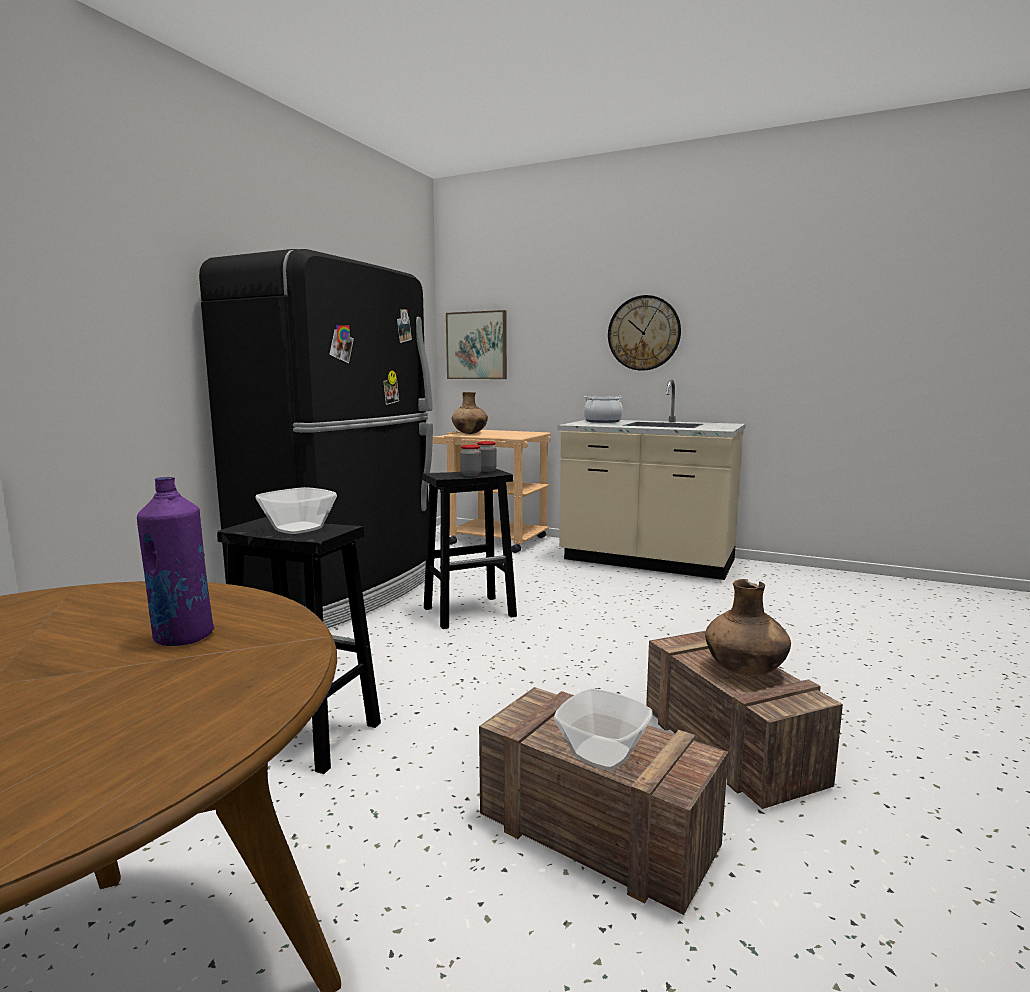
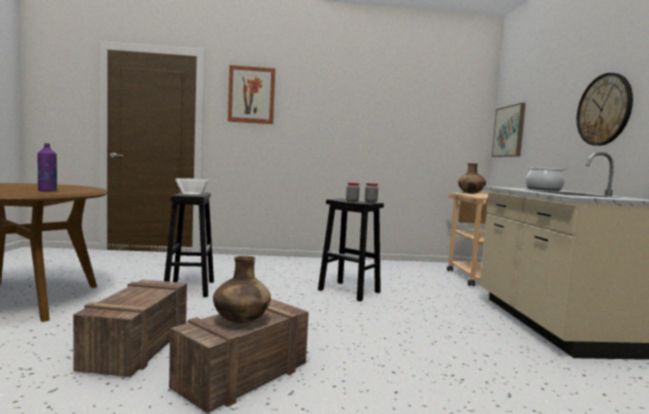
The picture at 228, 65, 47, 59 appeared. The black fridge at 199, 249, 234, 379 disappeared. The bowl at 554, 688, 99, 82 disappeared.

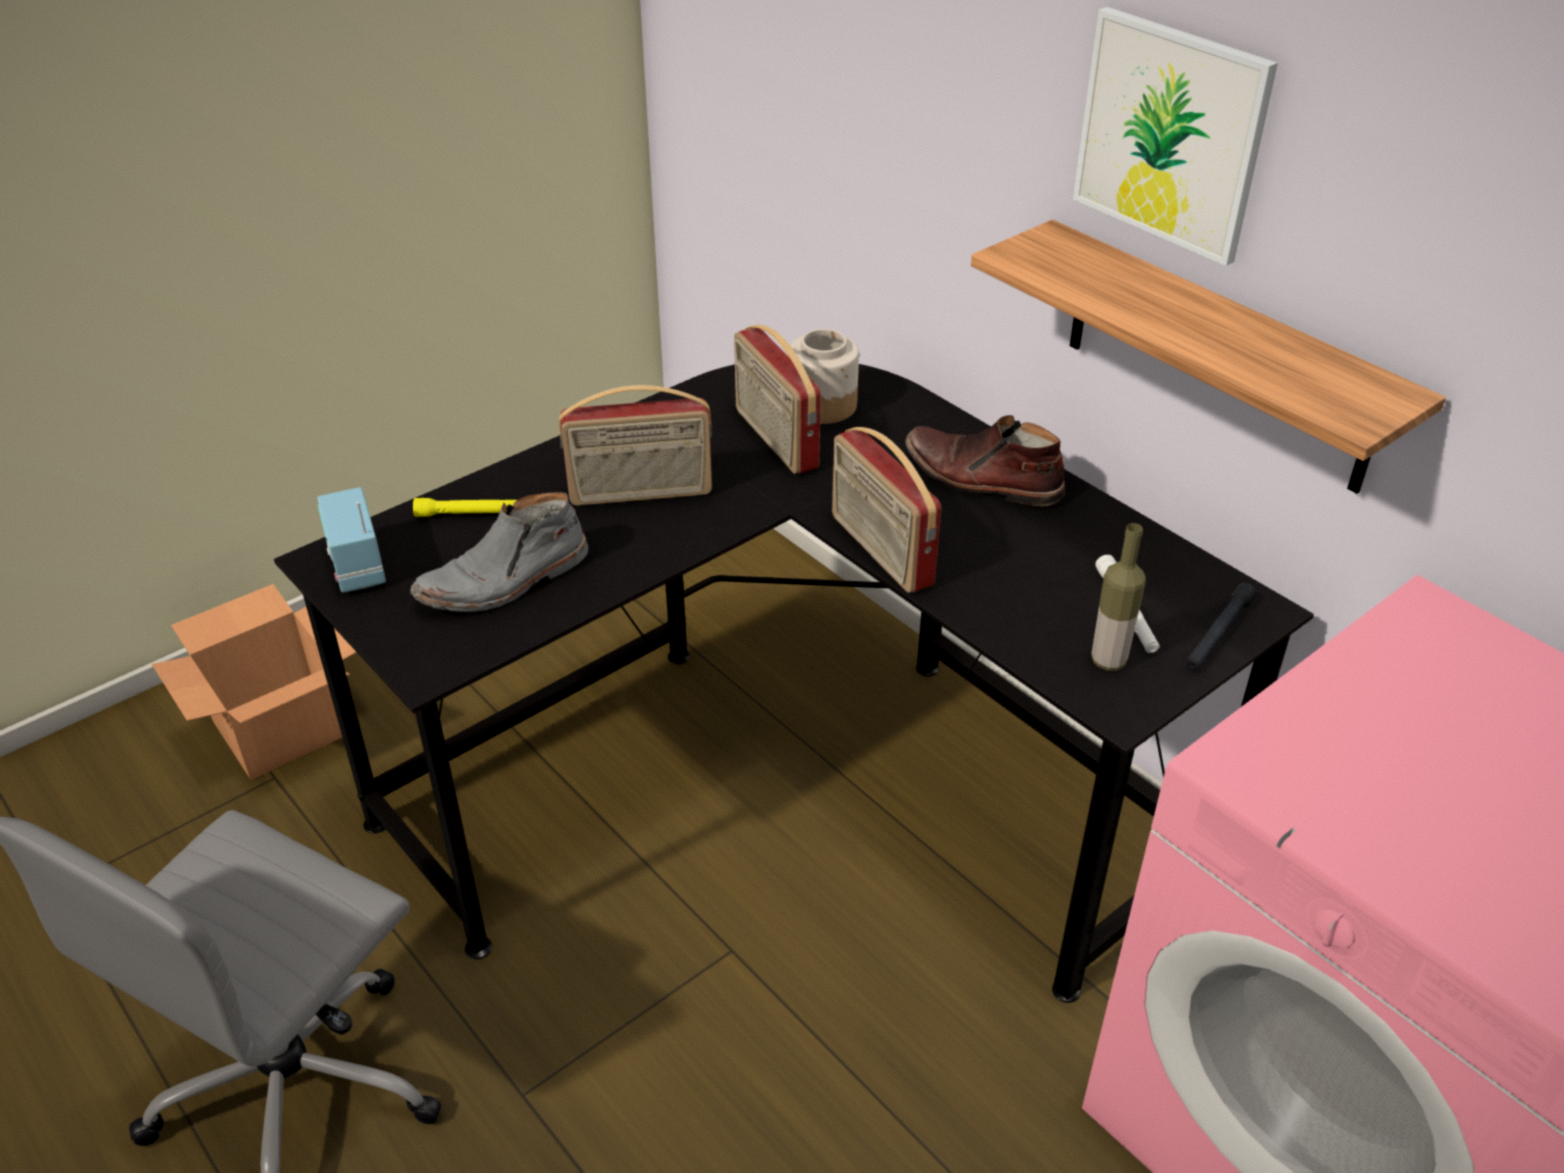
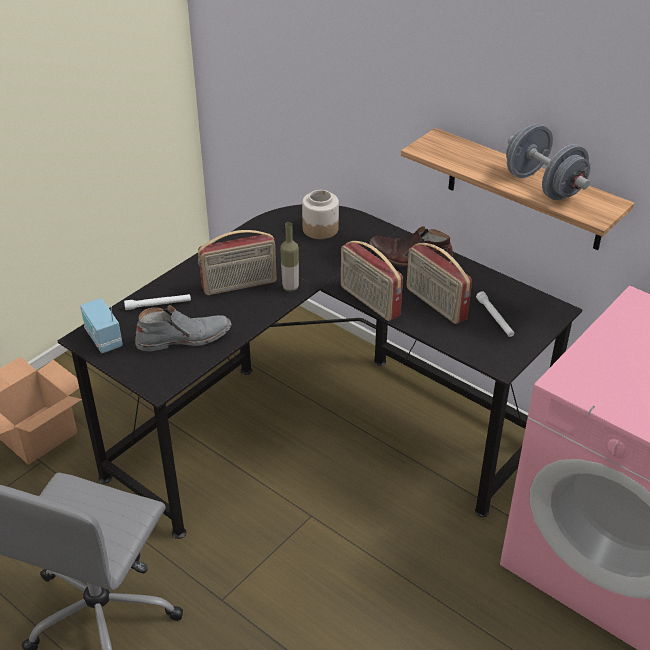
The yellow flashlight at 413, 498, 103, 19 became the white flashlight at 124, 294, 67, 16. The grey boot at 411, 492, 177, 120 turned 150 degrees counterclockwise. The bottle moved from 1091, 523, 55, 148 to 280, 222, 19, 70. The radio moved from 734, 325, 87, 149 to 407, 243, 65, 81. The grey dumbbell at 506, 124, 85, 76 appeared. The picture at 1073, 7, 205, 259 disappeared. The black flashlight at 1186, 583, 70, 88 disappeared.

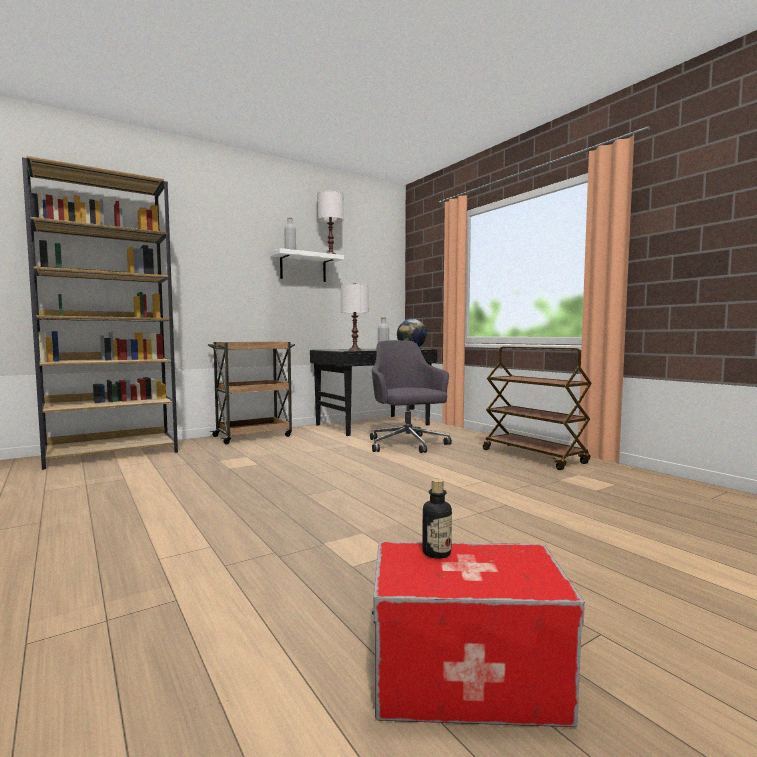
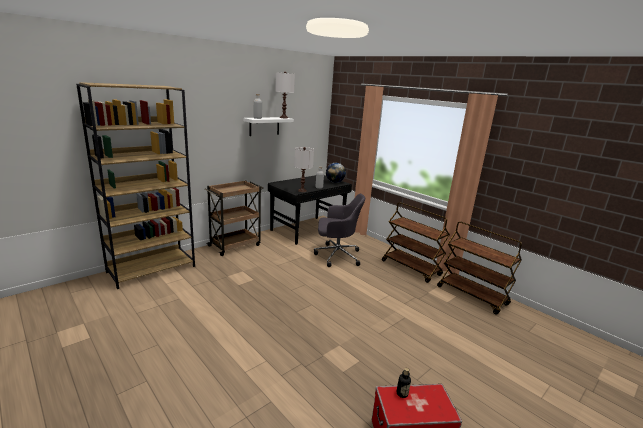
The grey office chair at 370, 340, 82, 113 turned 120 degrees clockwise. The brown cart at 437, 221, 85, 94 appeared.

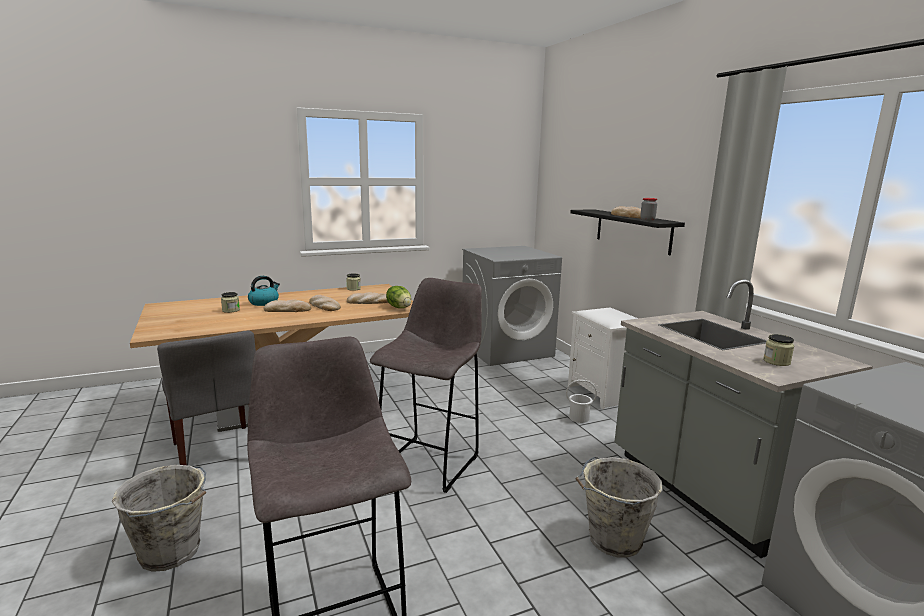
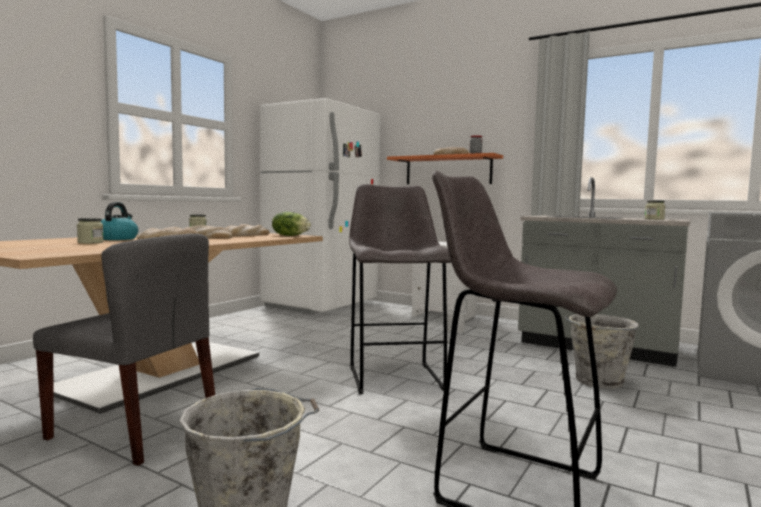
The grey washing machine at 462, 246, 100, 120 was replaced by the white fridge at 260, 98, 120, 216. The black shelf at 570, 209, 115, 46 became the orange shelf at 387, 153, 116, 31.

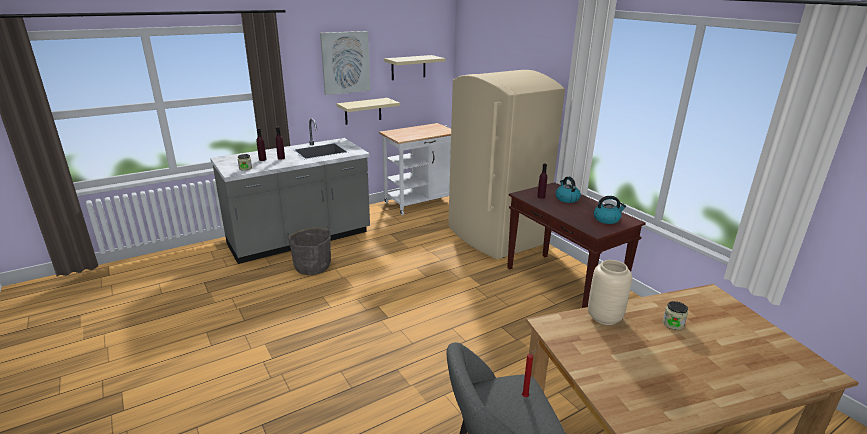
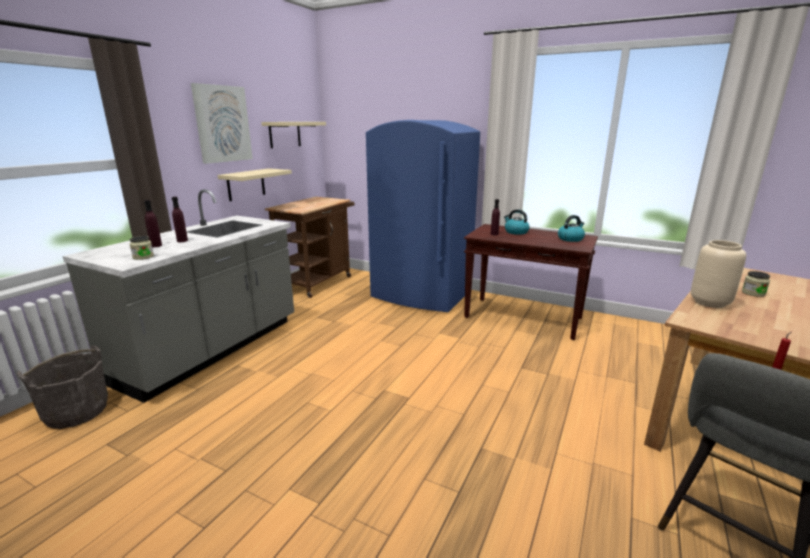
The grey bucket moved from 287, 226, 44, 49 to 17, 346, 91, 83. The white cart at 379, 123, 72, 92 became the brown cart at 265, 197, 90, 101. The beige fridge at 448, 70, 117, 189 became the blue fridge at 366, 120, 114, 192.

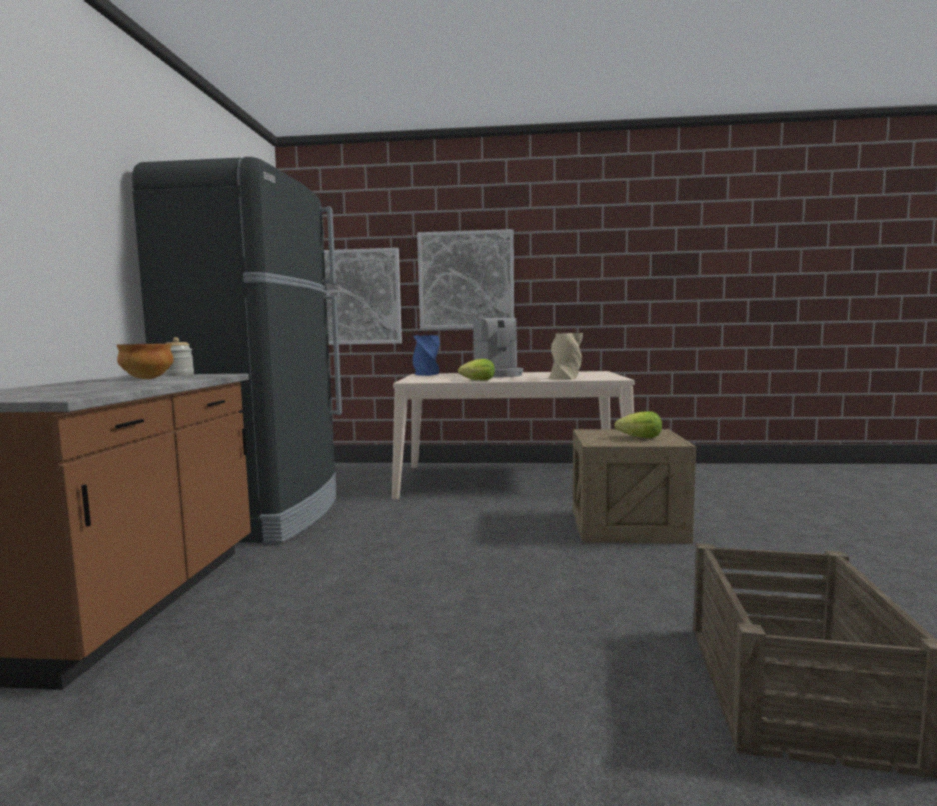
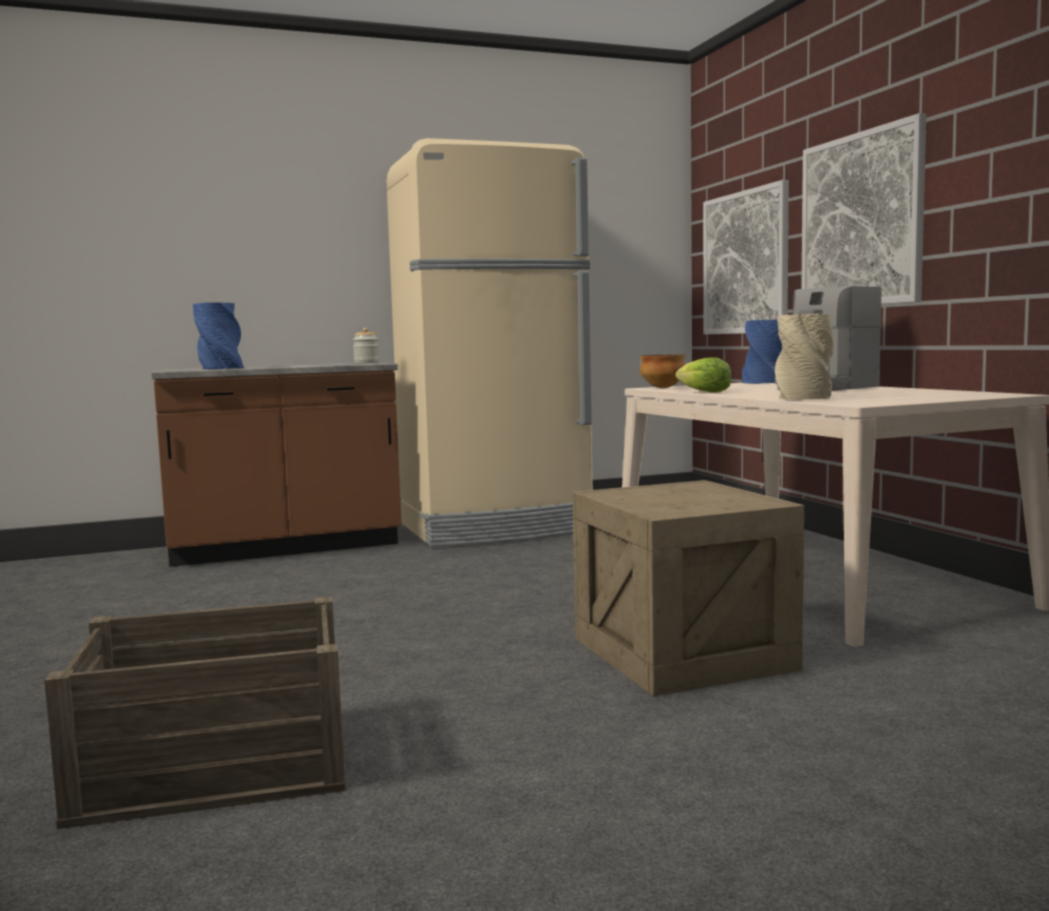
The blue vase at 193, 302, 51, 67 appeared. The black fridge at 132, 157, 210, 386 became the beige fridge at 387, 138, 206, 409. The bowl moved from 116, 343, 58, 36 to 640, 354, 46, 34. The lettuce at 615, 411, 47, 27 disappeared.

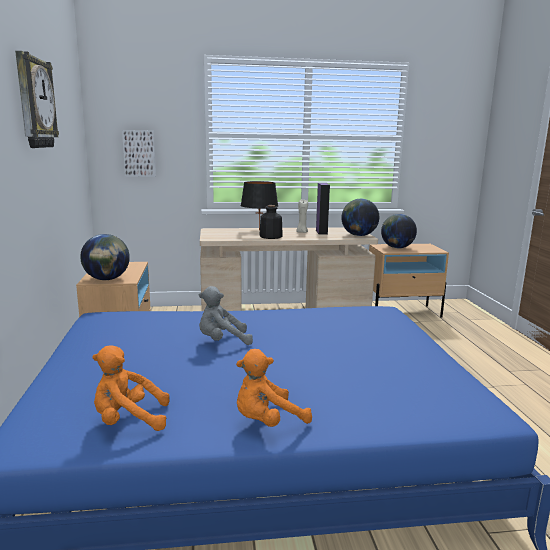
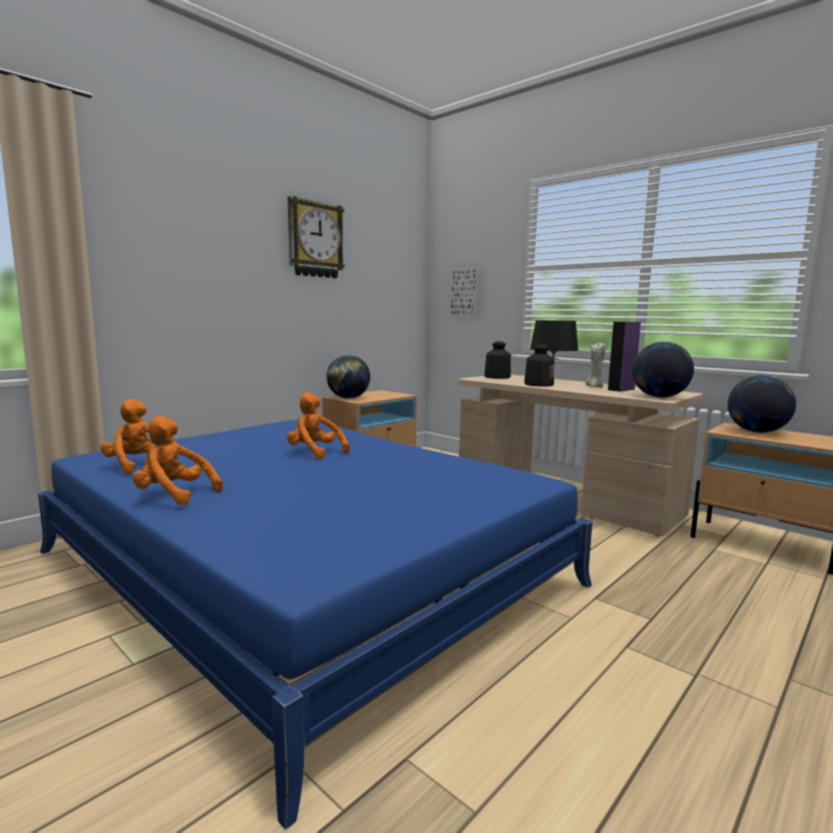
The grey plush toy at 199, 286, 54, 59 became the orange plush toy at 287, 392, 63, 67. The bottle at 484, 341, 27, 38 appeared.

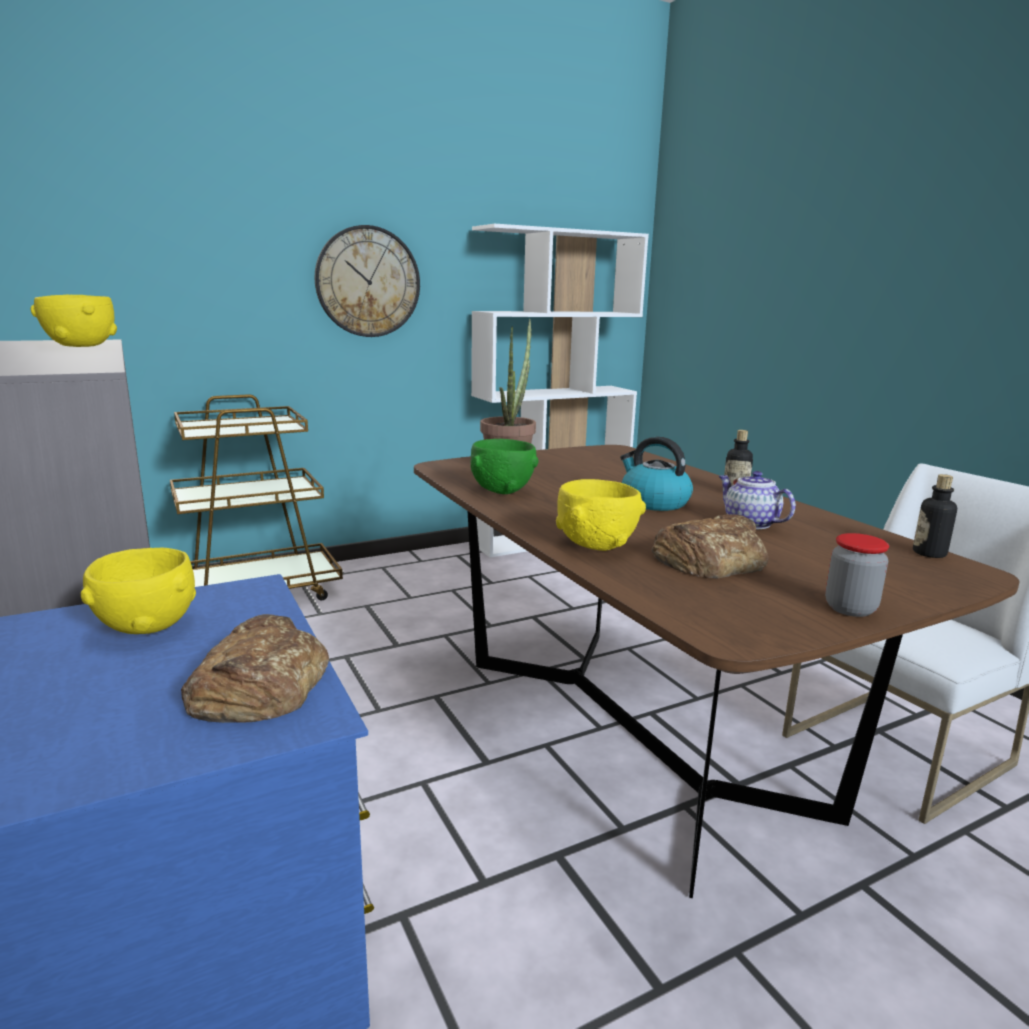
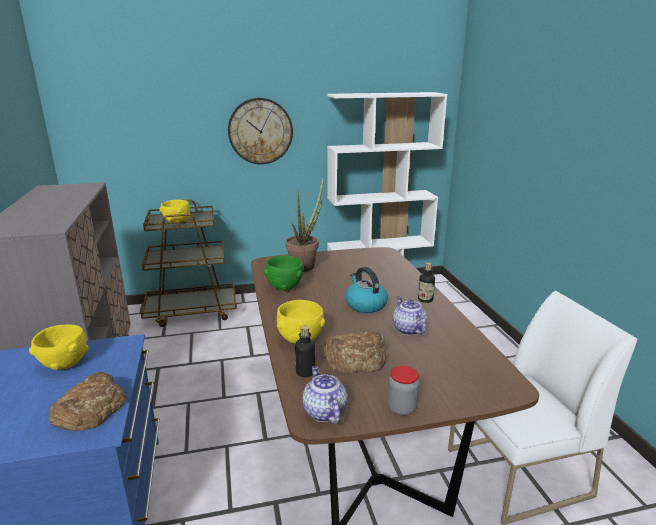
The yellow bowl moved from 31, 295, 86, 52 to 160, 200, 30, 22. The bottle moved from 913, 474, 44, 84 to 295, 326, 20, 51. The teapot at 302, 366, 45, 58 appeared.

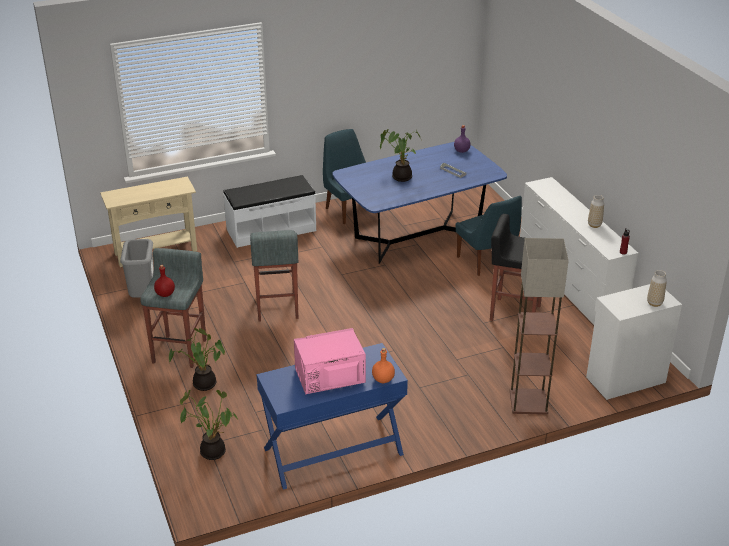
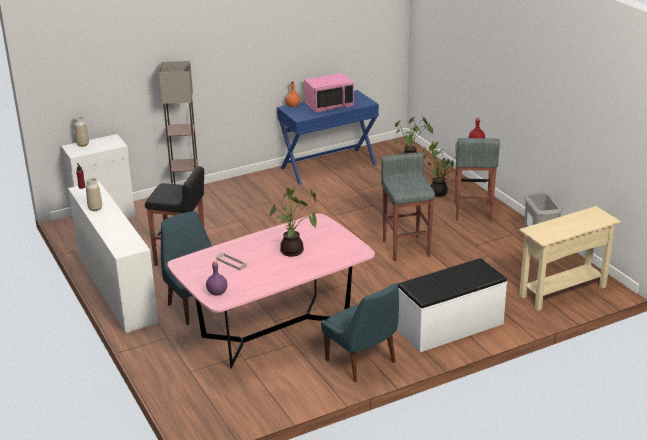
The blue dining table at 333, 142, 174, 122 became the pink dining table at 168, 214, 207, 155.

